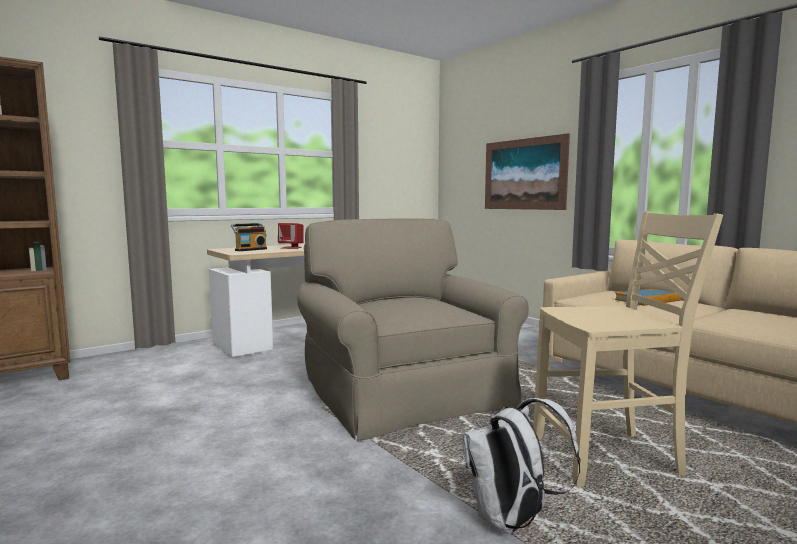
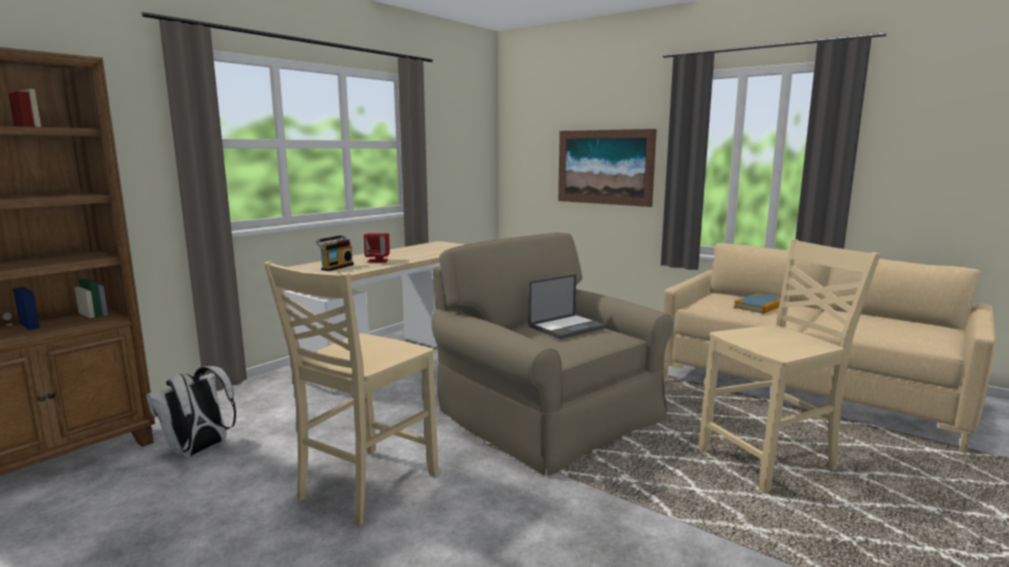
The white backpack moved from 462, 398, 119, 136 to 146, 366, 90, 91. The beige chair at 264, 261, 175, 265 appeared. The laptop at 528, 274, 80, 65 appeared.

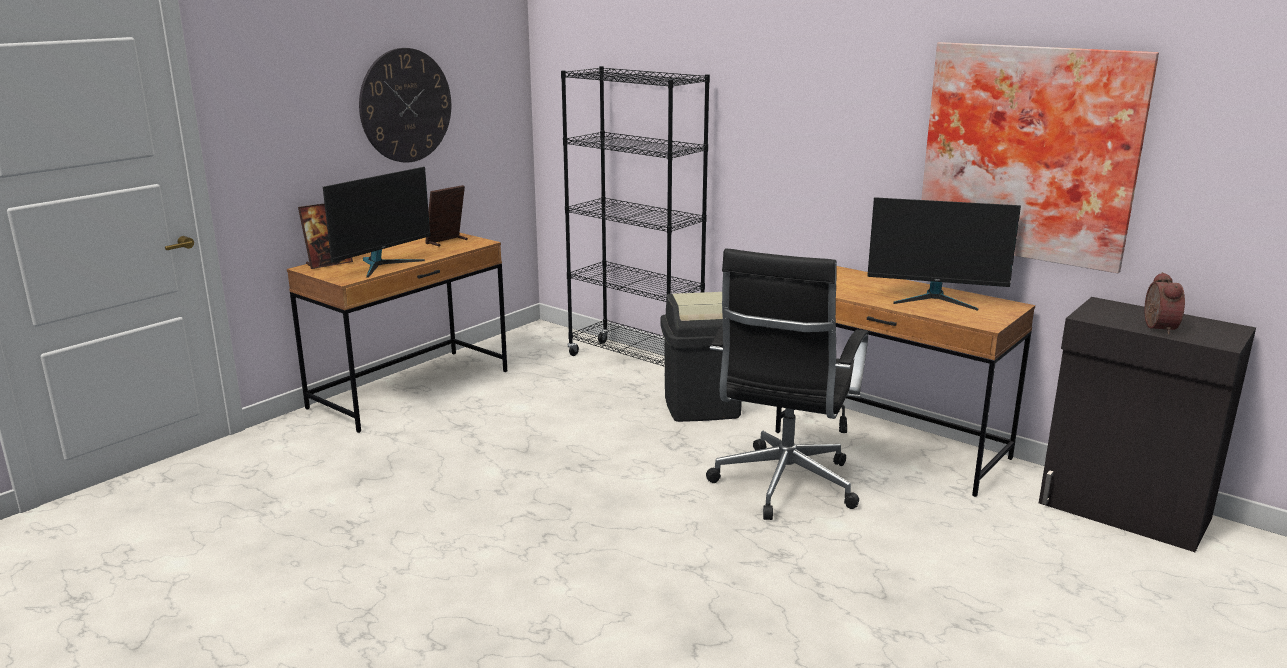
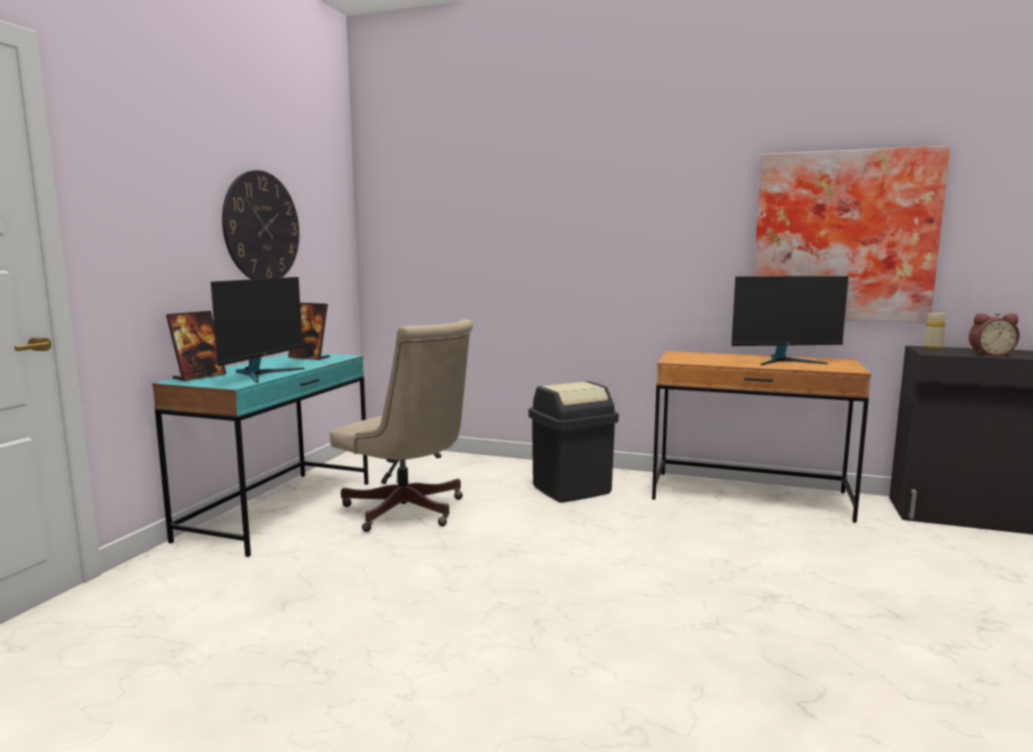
The brown desk at 287, 233, 220, 200 became the turquoise desk at 152, 353, 216, 204. The picture frame at 425, 185, 43, 62 turned 90 degrees counterclockwise. The beige office chair at 330, 319, 143, 213 appeared. The beige bottle at 924, 313, 21, 37 appeared. The alarm clock at 1144, 272, 41, 62 turned 105 degrees clockwise. The black bookcase at 561, 66, 149, 308 disappeared. The black office chair at 706, 248, 163, 272 disappeared.

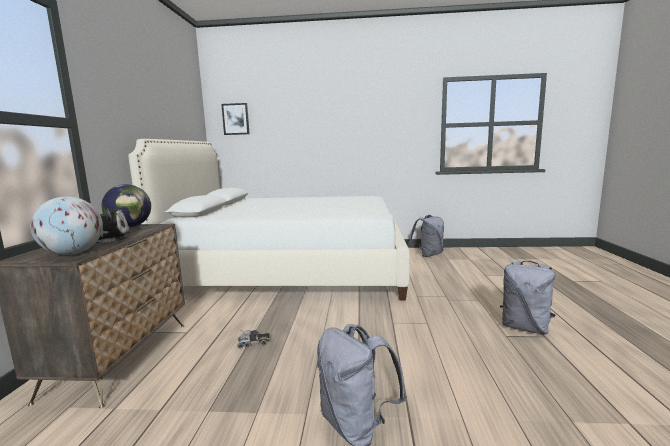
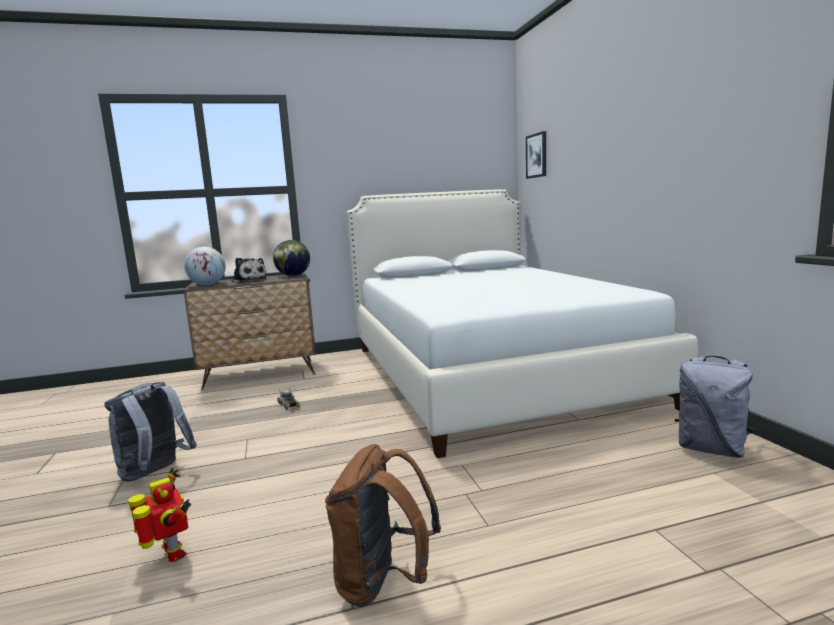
The toy robot at 128, 468, 64, 94 appeared. The grey backpack at 500, 261, 56, 74 became the brown backpack at 325, 444, 116, 163.

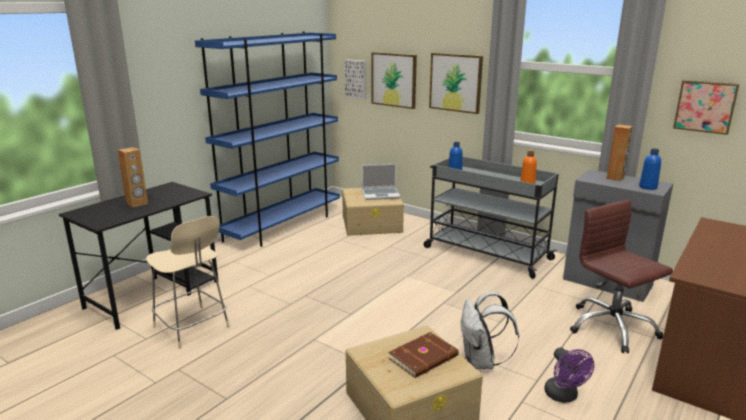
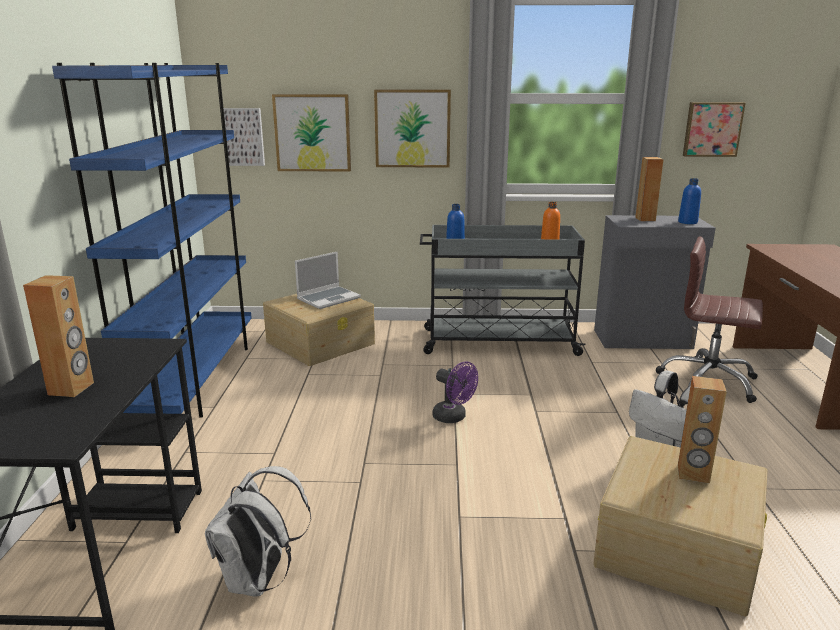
The beige chair at 146, 216, 83, 133 was replaced by the white backpack at 205, 466, 106, 131. The purple fan moved from 544, 347, 50, 56 to 432, 362, 46, 61. The brown book at 388, 332, 71, 46 was replaced by the brown speaker at 678, 376, 49, 108.

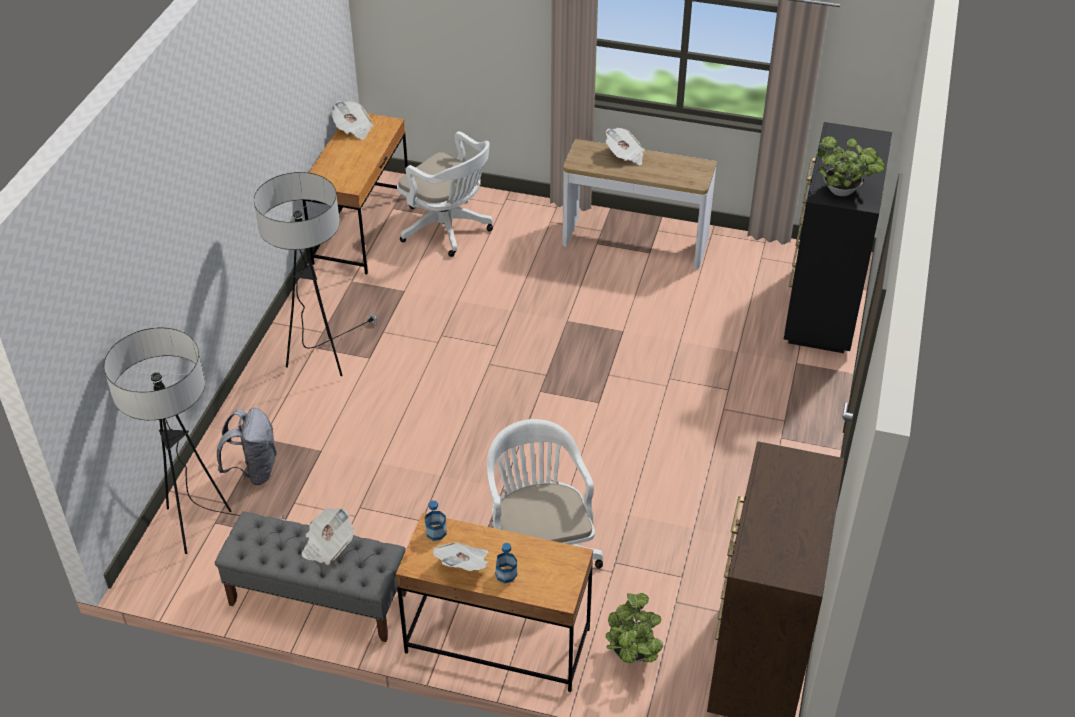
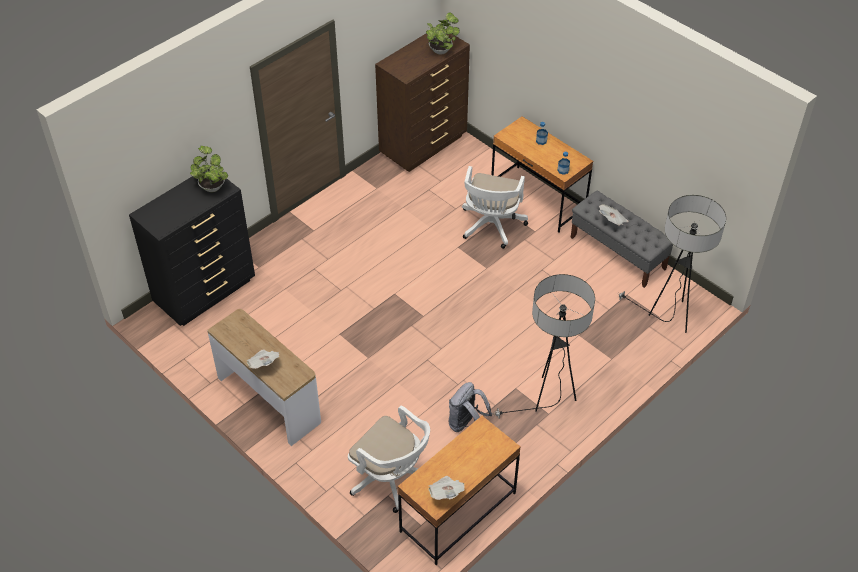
The white office chair at 397, 131, 96, 126 turned 150 degrees clockwise. The potted plant moved from 606, 593, 57, 70 to 426, 13, 34, 42. The grey backpack moved from 217, 408, 60, 77 to 449, 382, 43, 50. The newspaper at 433, 542, 56, 29 disappeared.

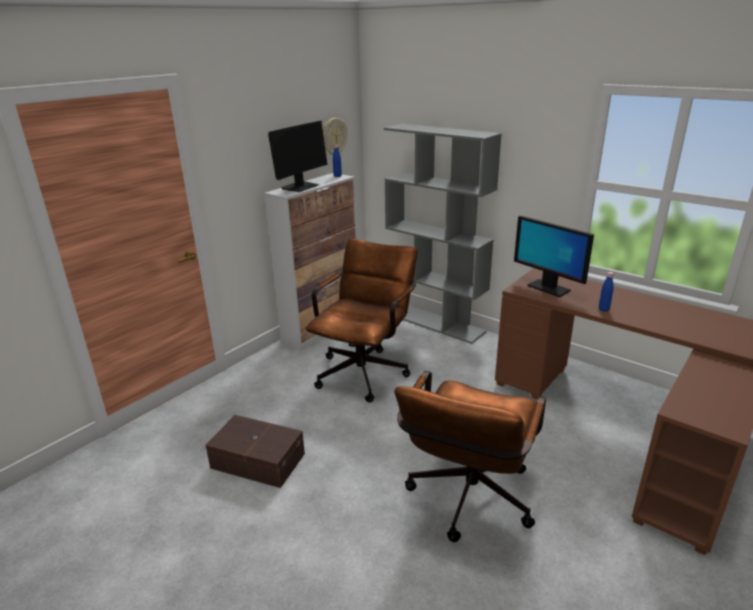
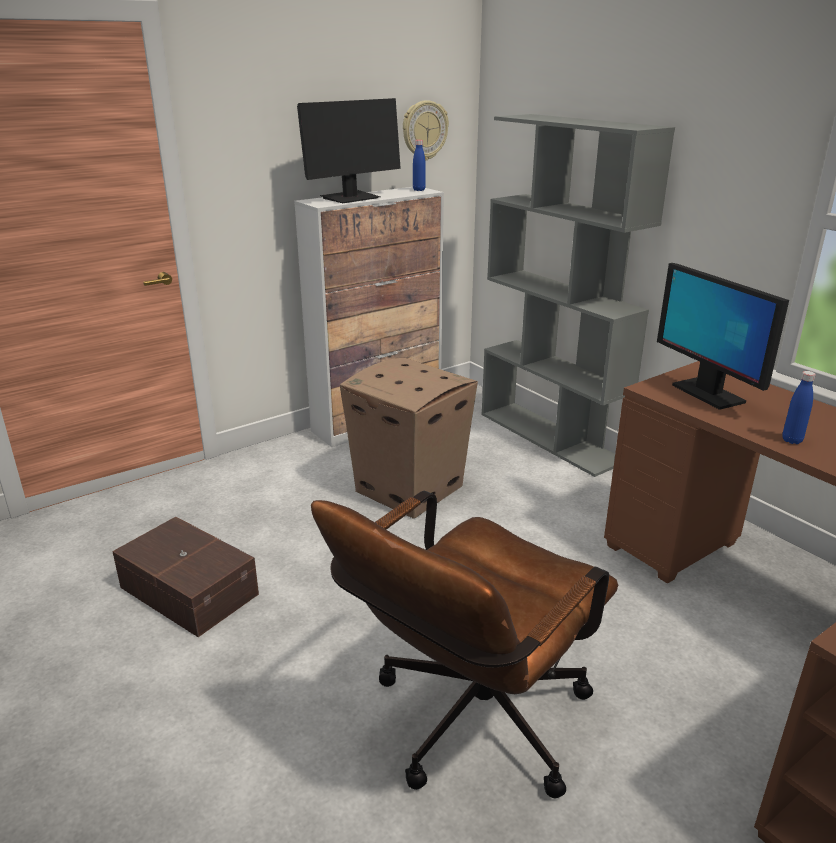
The brown office chair at 305, 239, 113, 164 was replaced by the cardboard box at 340, 358, 138, 161.

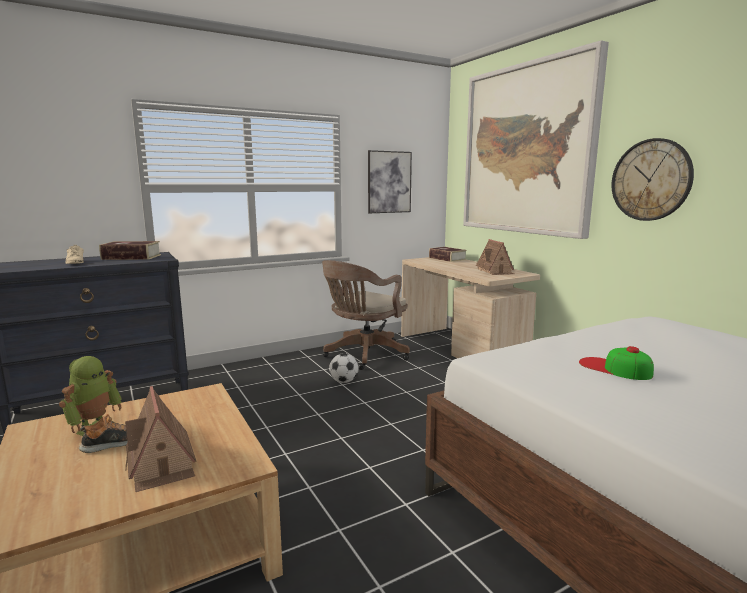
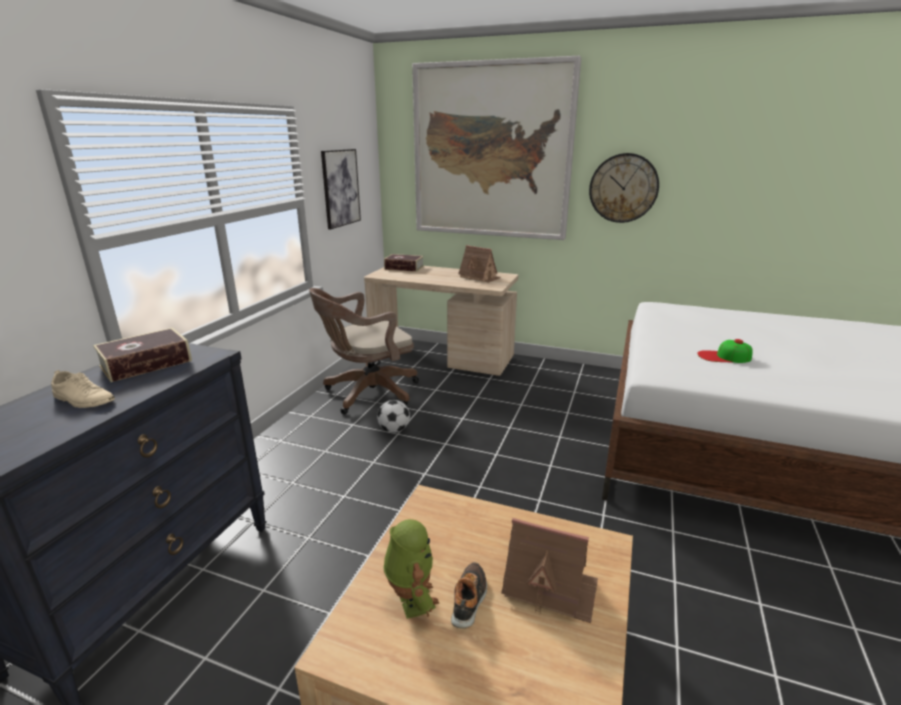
The brown office chair at 322, 260, 88, 110 turned 60 degrees clockwise.

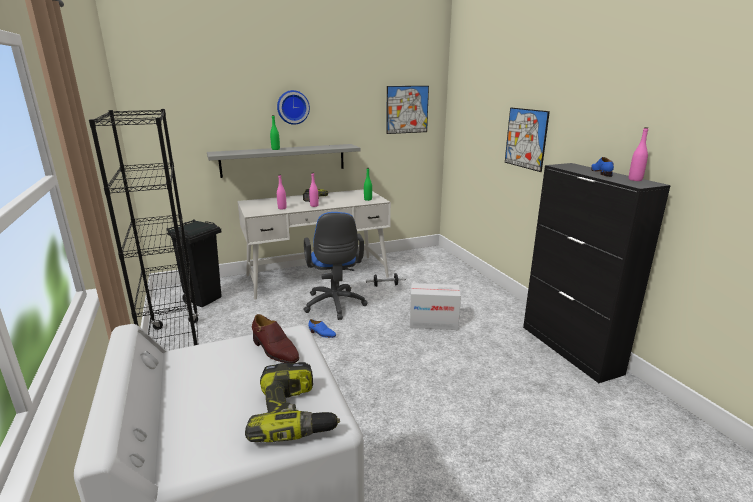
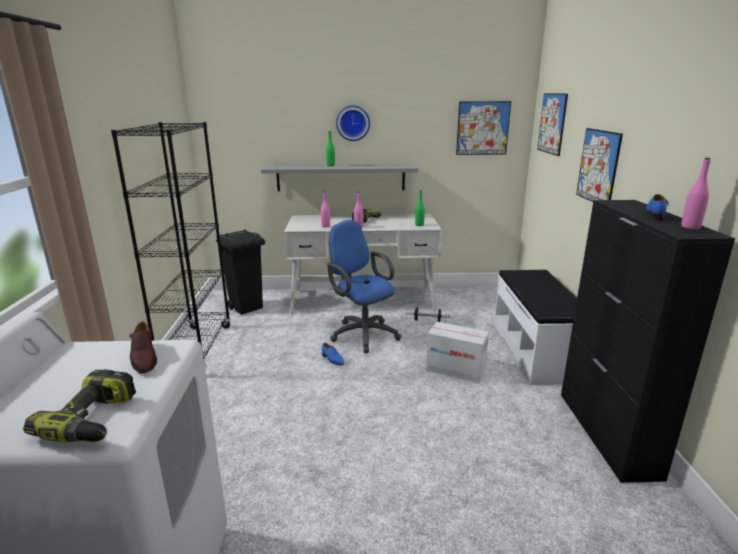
The blue office chair at 303, 212, 65, 108 turned 135 degrees clockwise. The white bench at 494, 270, 83, 115 appeared. The picture at 537, 93, 31, 63 appeared.

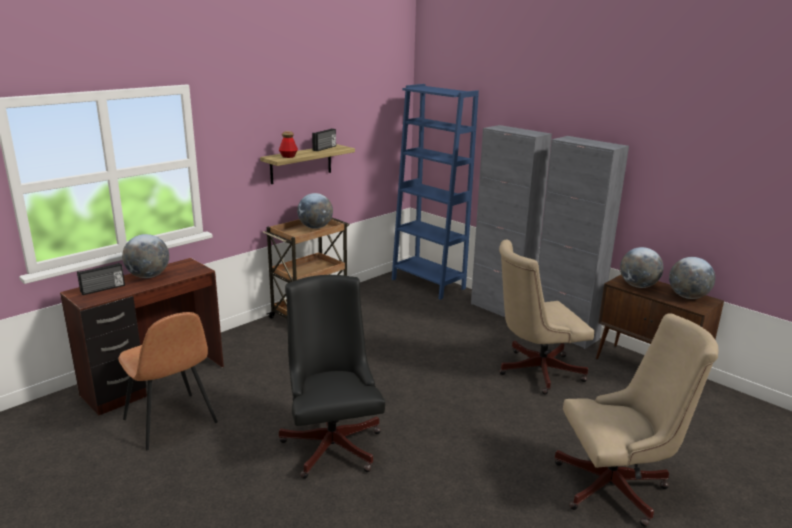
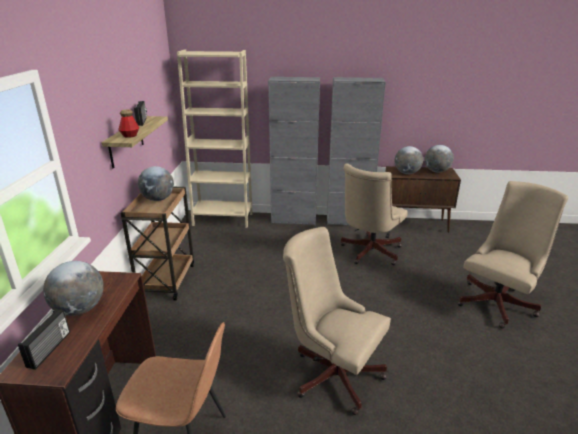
The blue bookcase at 392, 84, 87, 216 became the beige bookcase at 177, 49, 76, 179. The black office chair at 279, 275, 106, 204 became the beige office chair at 283, 227, 108, 188.

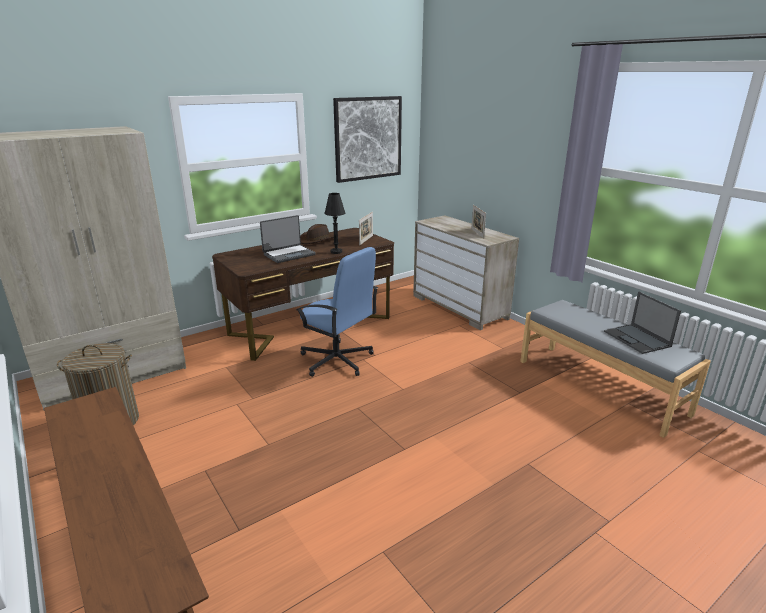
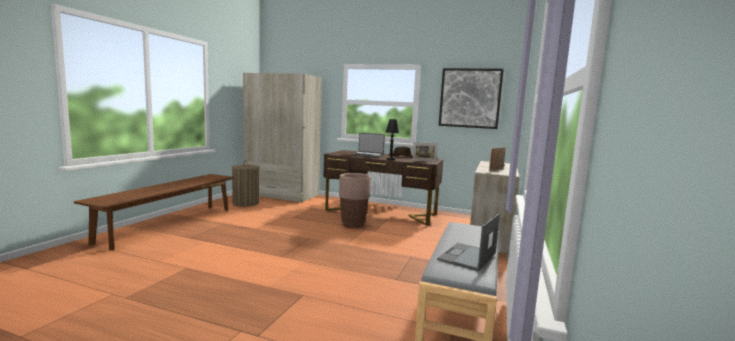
The blue office chair at 296, 247, 82, 130 was replaced by the brown planter at 339, 173, 32, 55.

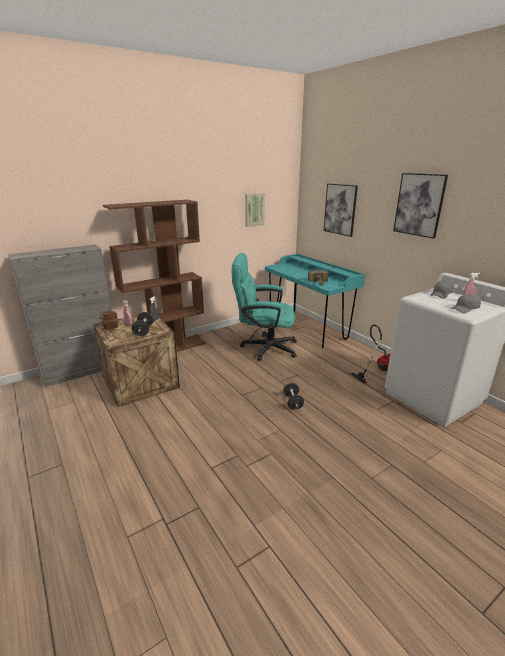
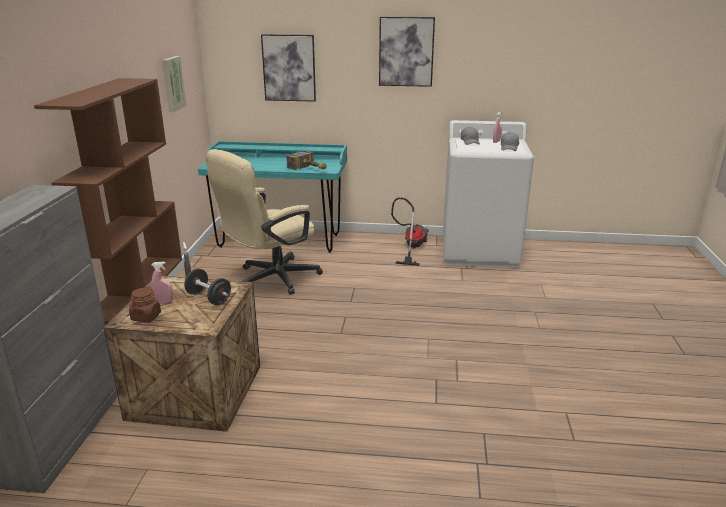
The turquoise office chair at 231, 253, 66, 108 became the beige office chair at 206, 149, 117, 146. The black dumbbell at 283, 383, 21, 27 disappeared.

